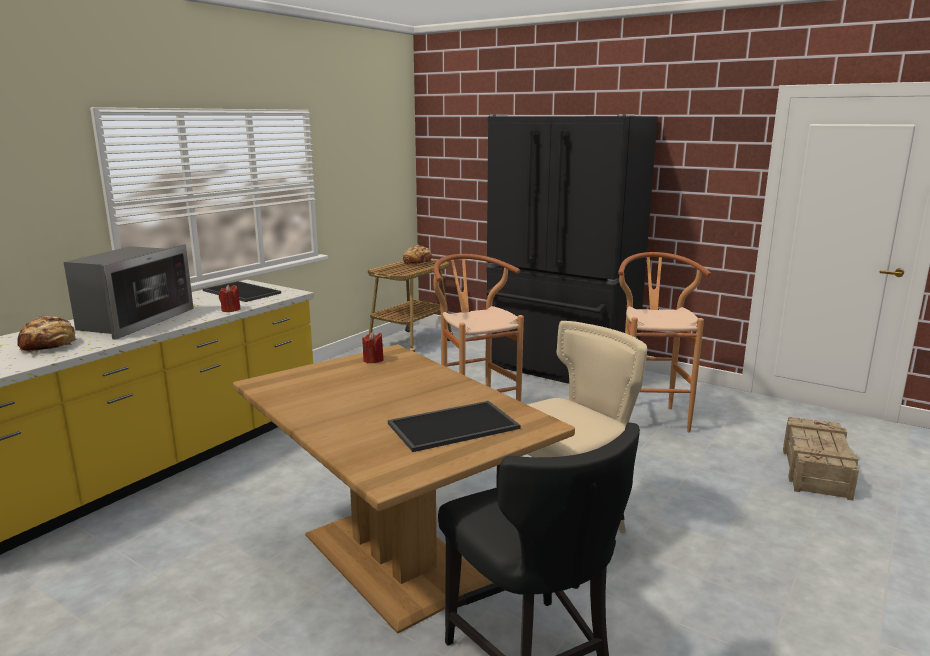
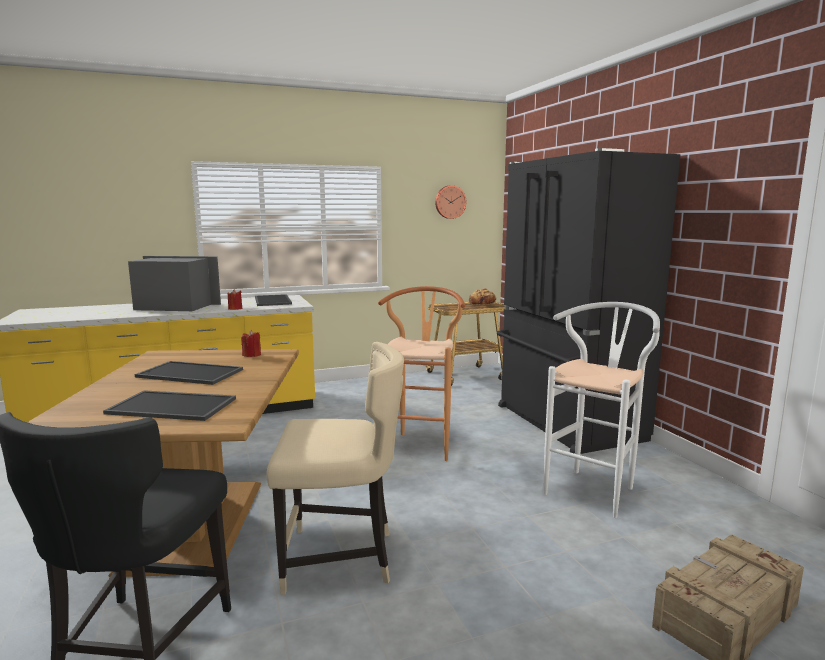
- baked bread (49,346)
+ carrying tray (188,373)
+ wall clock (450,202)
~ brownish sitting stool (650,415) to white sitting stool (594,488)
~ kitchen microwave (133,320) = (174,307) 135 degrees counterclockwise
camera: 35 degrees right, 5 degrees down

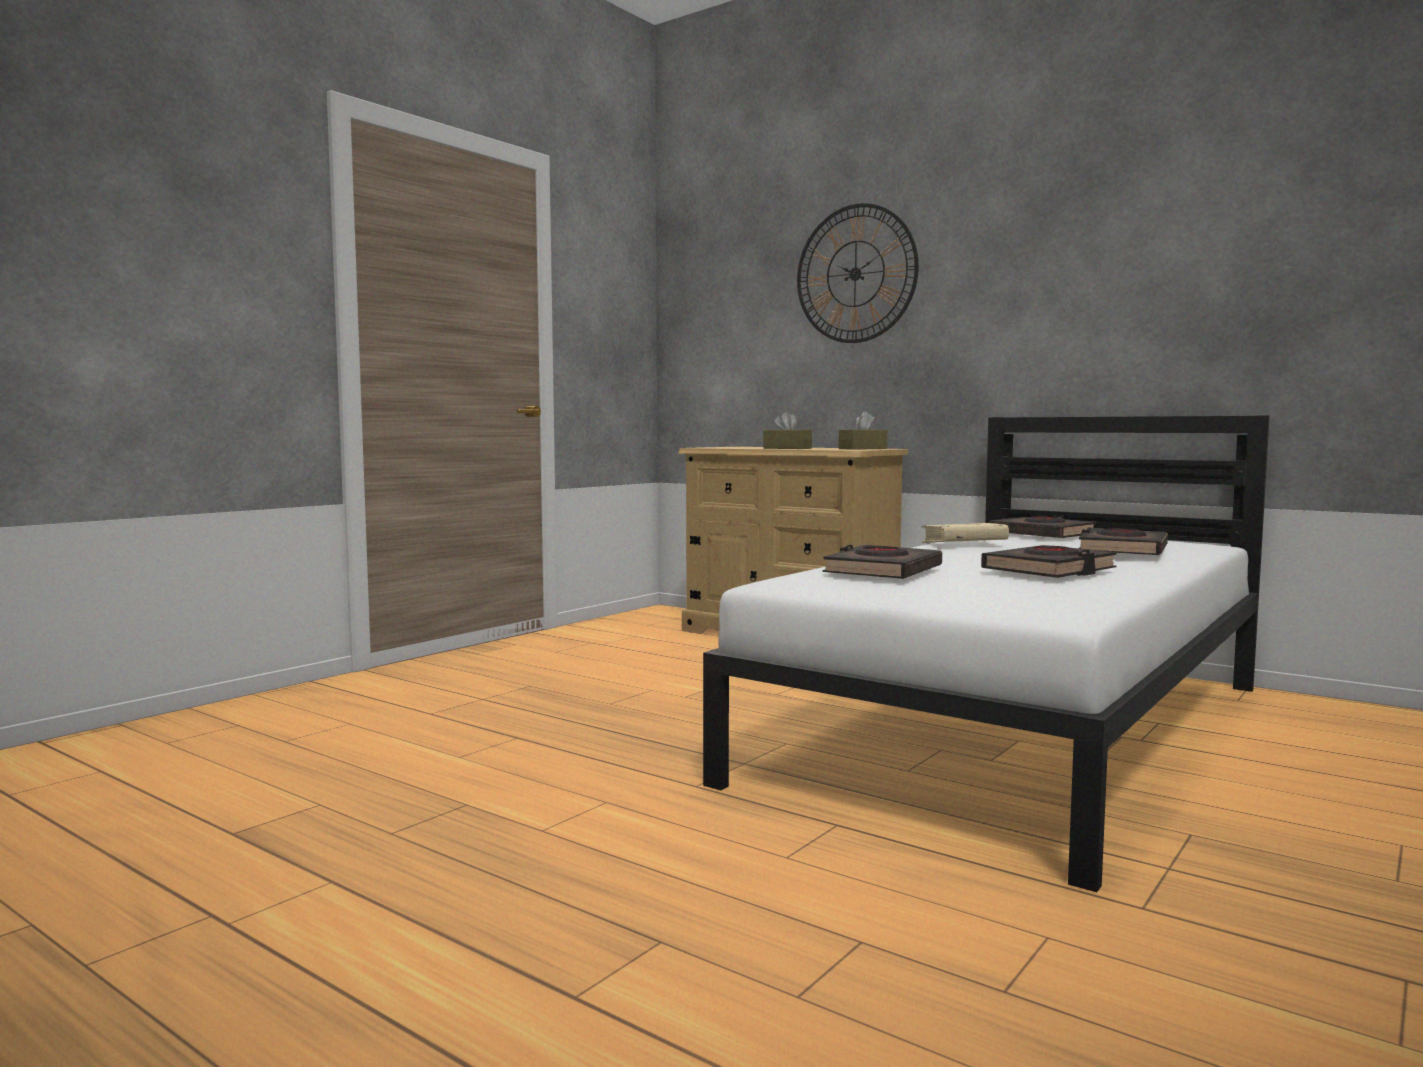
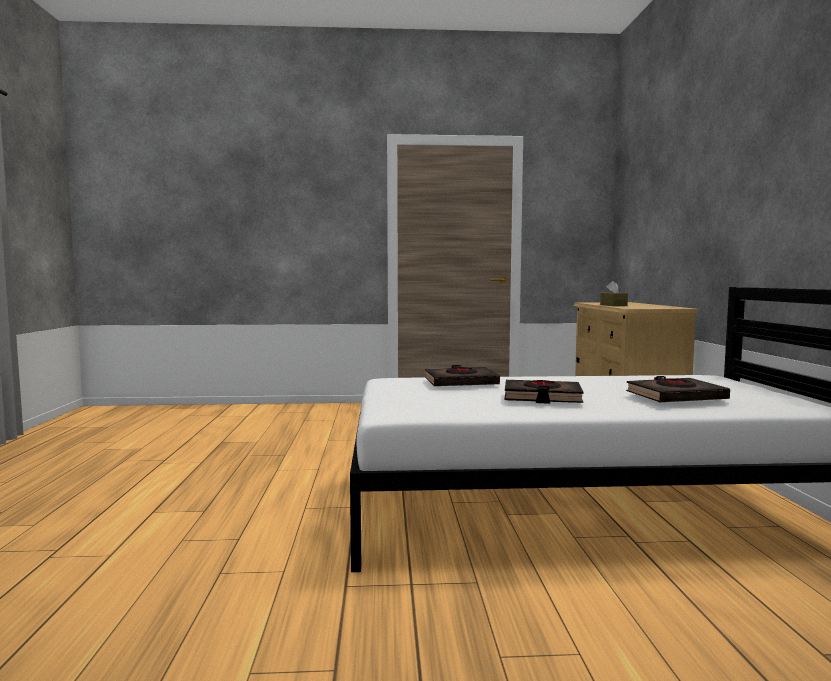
- wall clock (855,274)
- brownish box of tissues (862,449)
- beige bound book (964,544)
- blackish bound book (1042,534)
camera: 50 degrees right, 0 degrees up

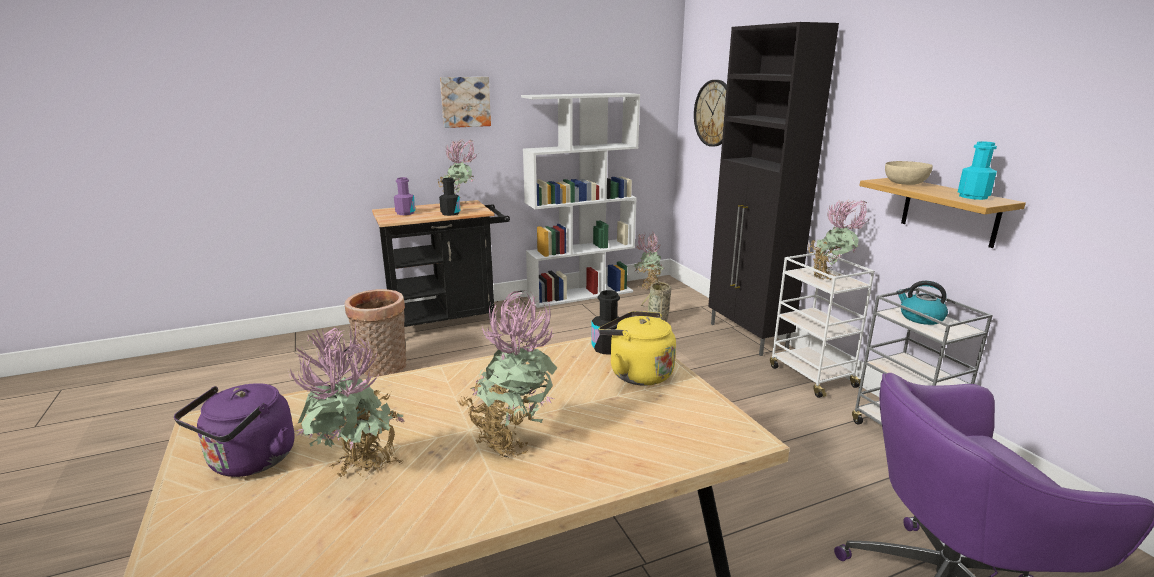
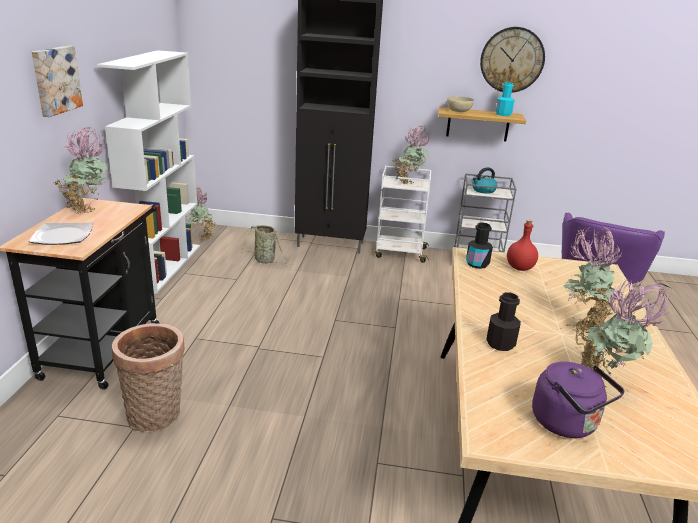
~ blackish bottle (450,213) to (500,343)
~ wall clock (714,113) to (512,60)
~ purple bottle (405,213) to flat dish (62,236)
~ yellowish water kettle (637,373) to reddish bottle (519,268)
camera: 60 degrees left, 5 degrees up

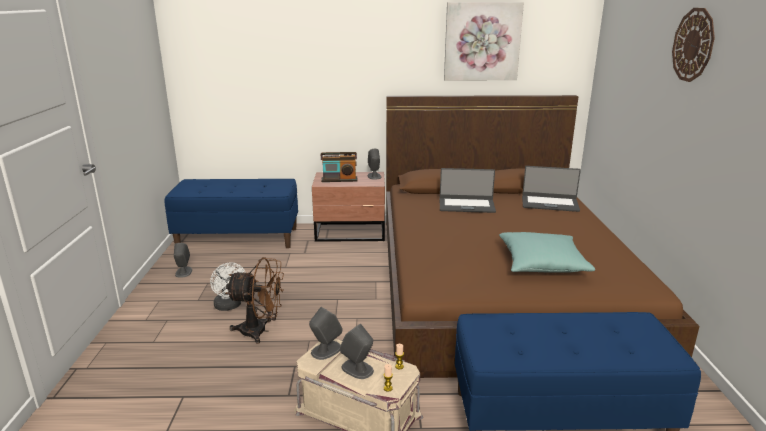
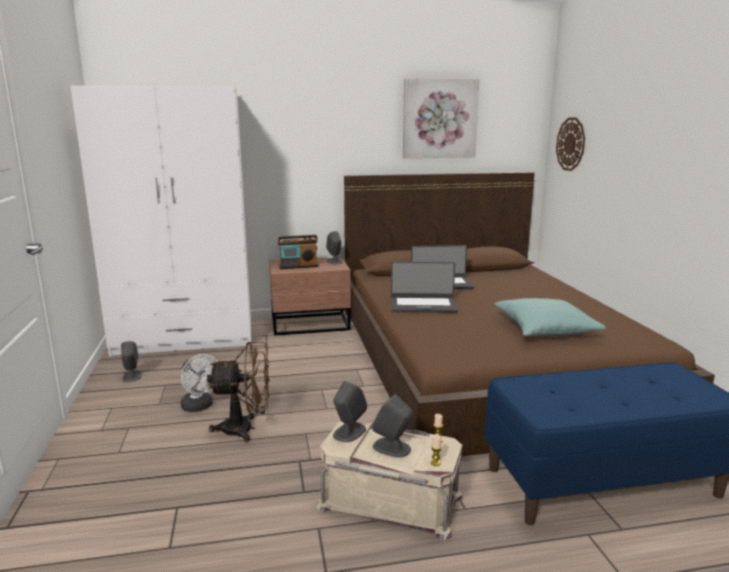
~ portable computer (549,203) to (423,305)
~ wall clock (693,45) to (571,144)
~ blue bench (239,238) to white clothes cupboard (186,337)
camera: 10 degrees left, 5 degrees down

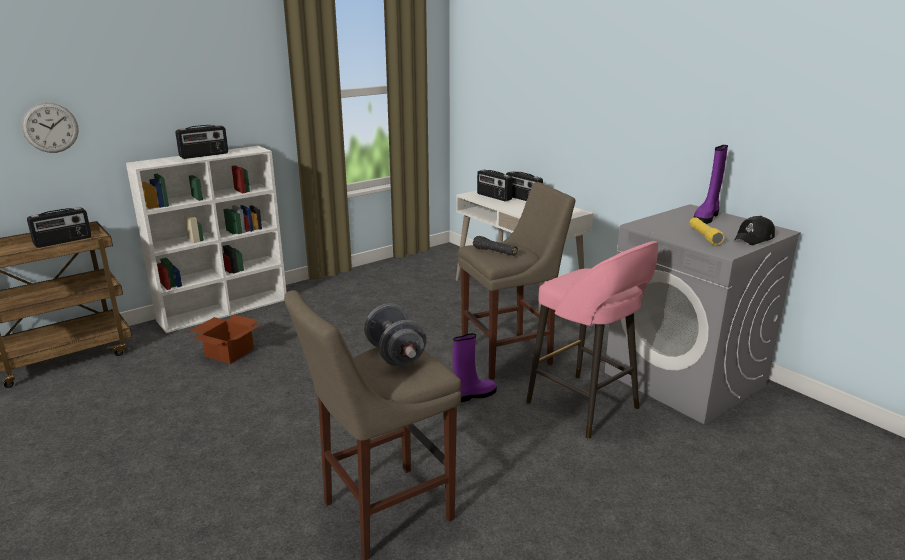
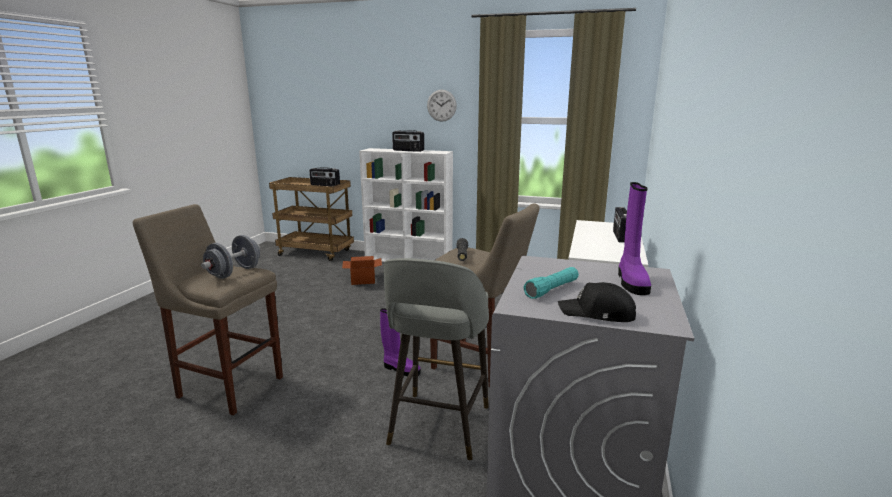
- radio set (493,197)
~ wall clock (50,127) to (441,105)
~ pink sitting stool (585,407) to grey sitting stool (438,427)
~ yellowish hand torch (704,236) to blue-green hand torch (552,290)
~ purple tall boot (706,217) = (631,282) 90 degrees counterclockwise
camera: 55 degrees right, 5 degrees down

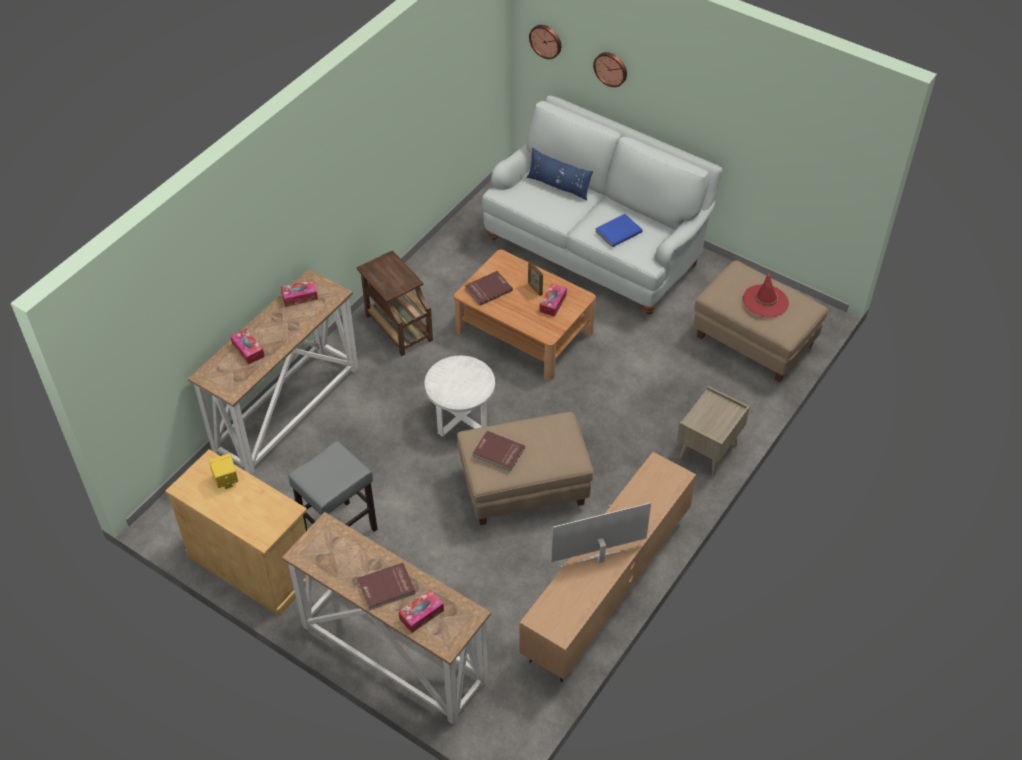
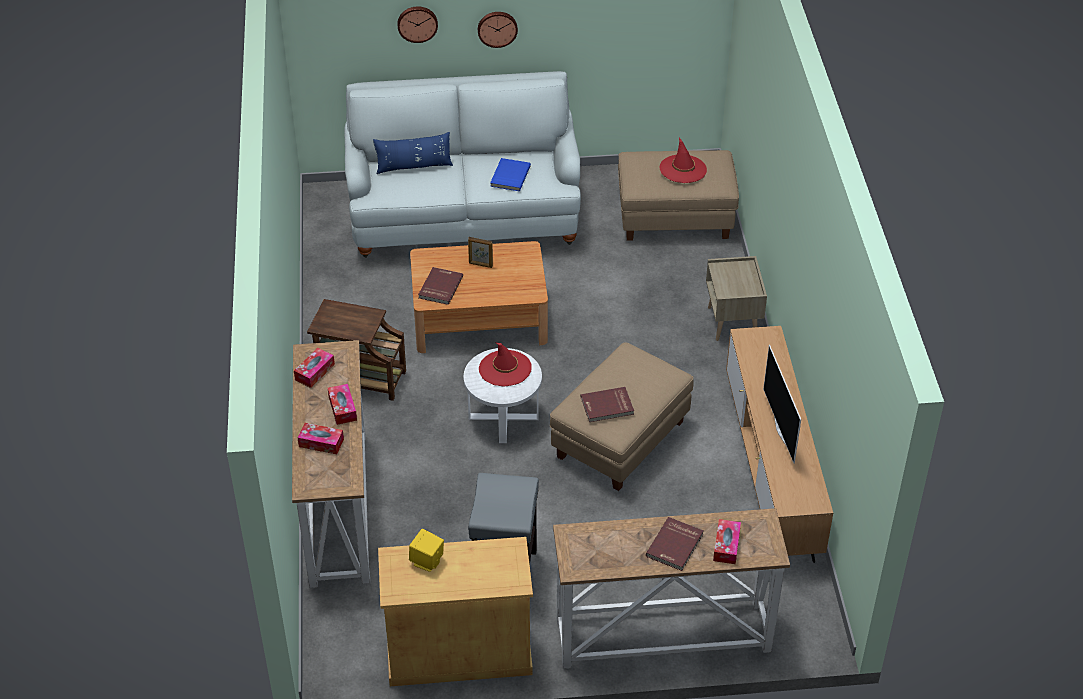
+ reddish hat (505,368)
~ wall clock (546,40) to (497,28)
~ box of tissues (553,303) to (342,408)
~ television (600,558) = (782,431) 45 degrees counterclockwise
camera: 40 degrees left, 5 degrees down

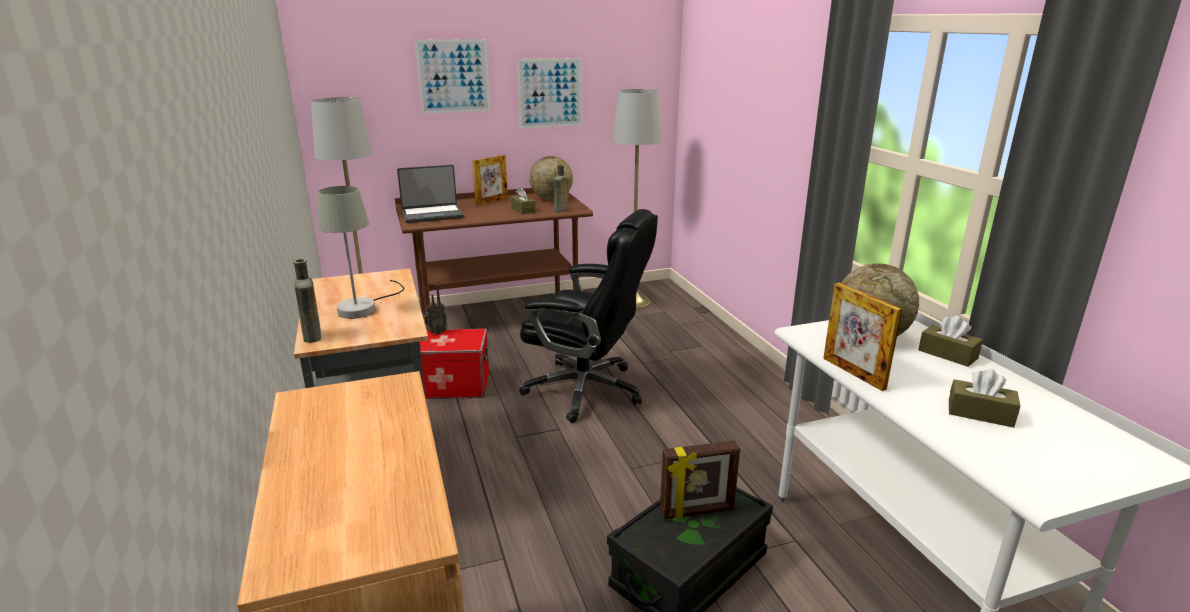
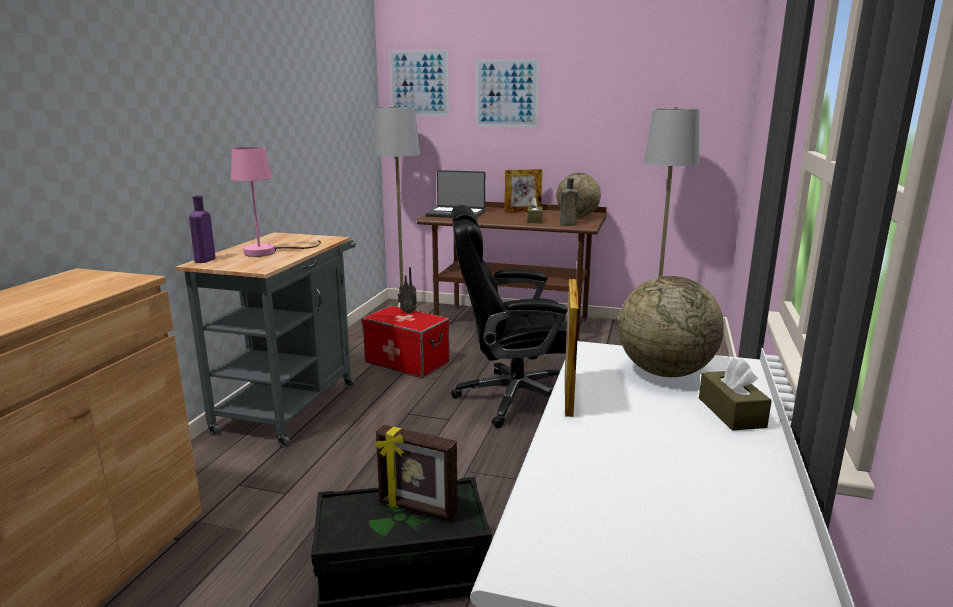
- brownish box of tissues (980,413)
~ picture (550,93) to (419,83)
~ brownish bottle (312,337) to purple bottle (204,260)
~ grey table lamp (364,307) to pink table lamp (269,251)
~ blackish desk chair (587,390) = (512,398) 120 degrees clockwise
camera: 35 degrees right, 5 degrees down

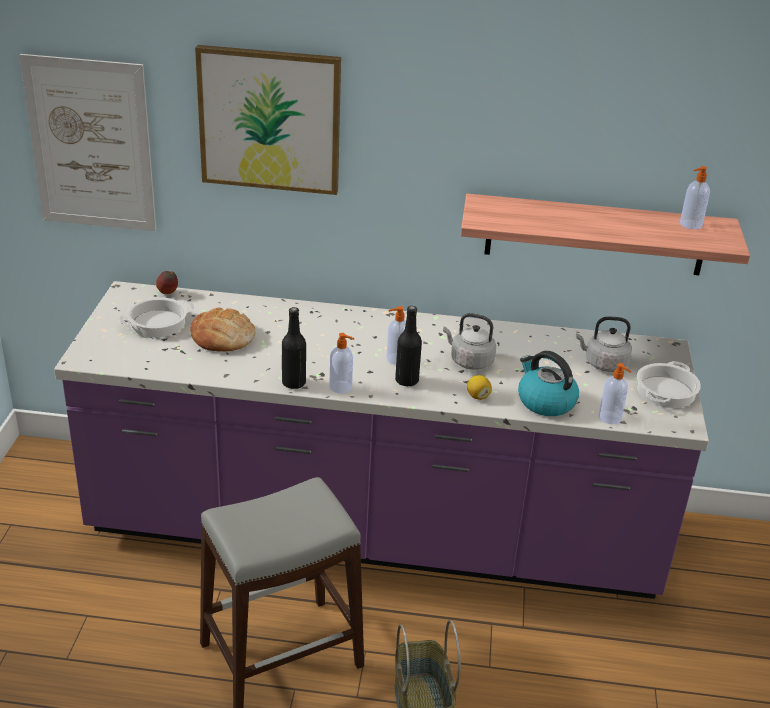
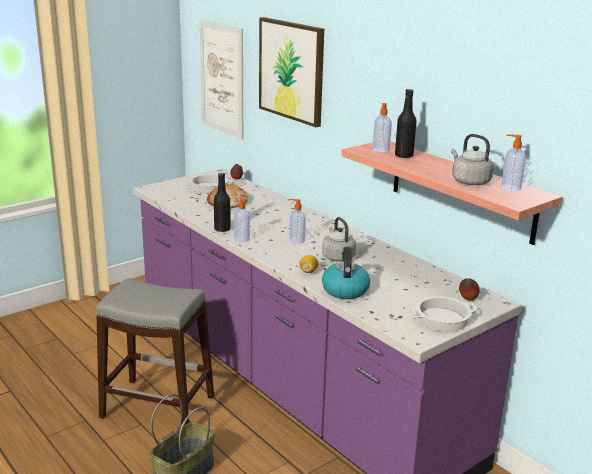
+ apple fruit (467,299)
~ blackish bottle (407,381) to (404,156)
~ grey water kettle (603,364) to (469,181)
~ soap bottle (610,418) to (381,150)
camera: 45 degrees right, 10 degrees down

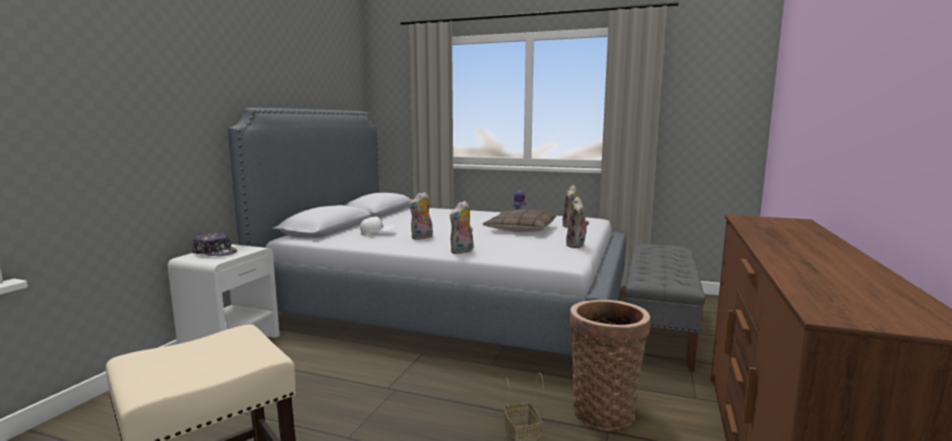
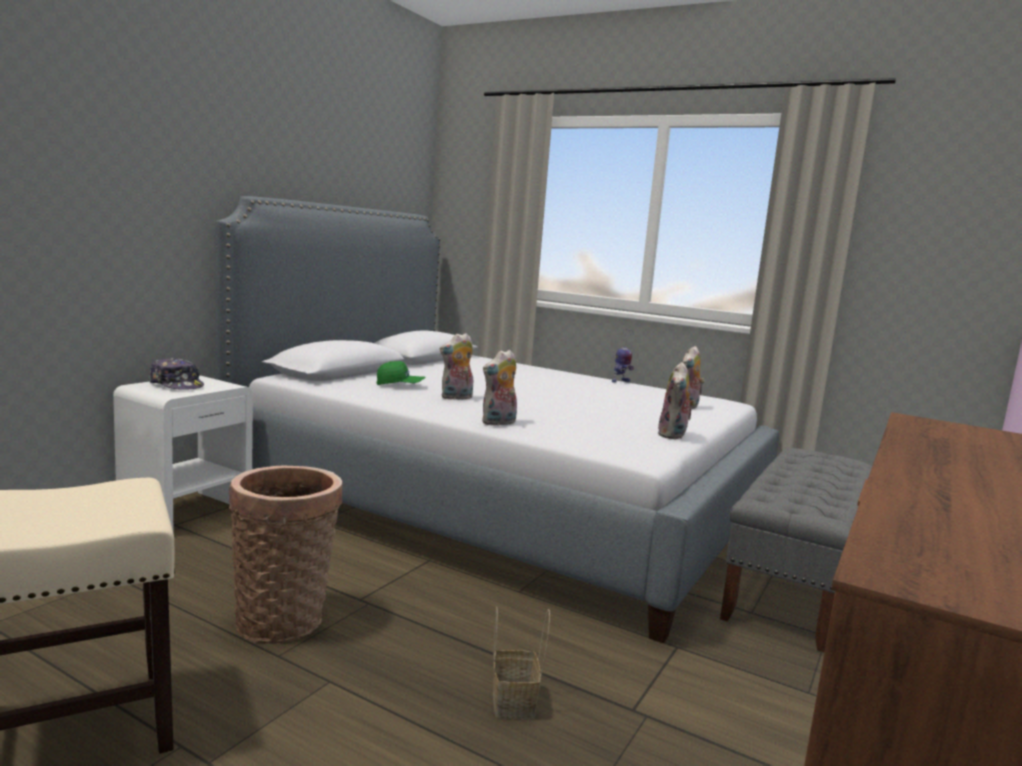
- pillow (520,229)
~ household basket (604,411) to (284,619)
~ white cap (377,233) to greenish cap (400,385)
camera: 10 degrees right, 0 degrees up

